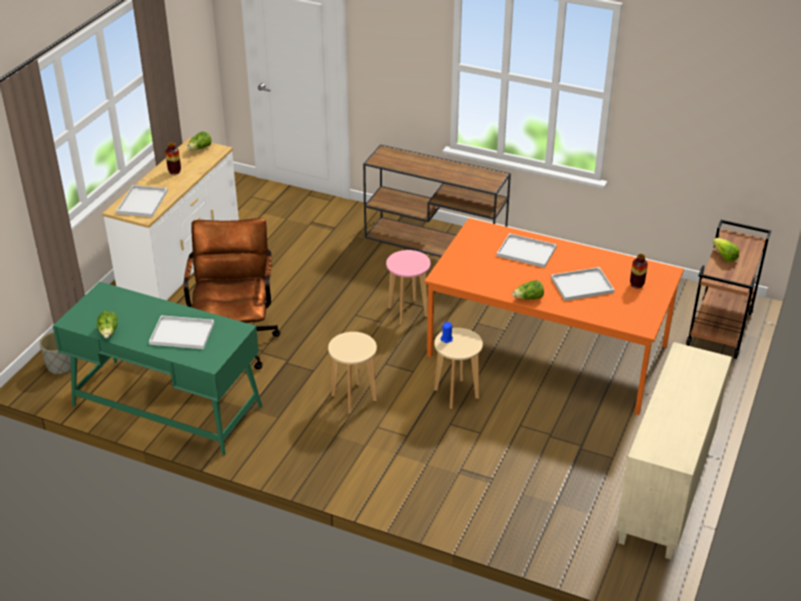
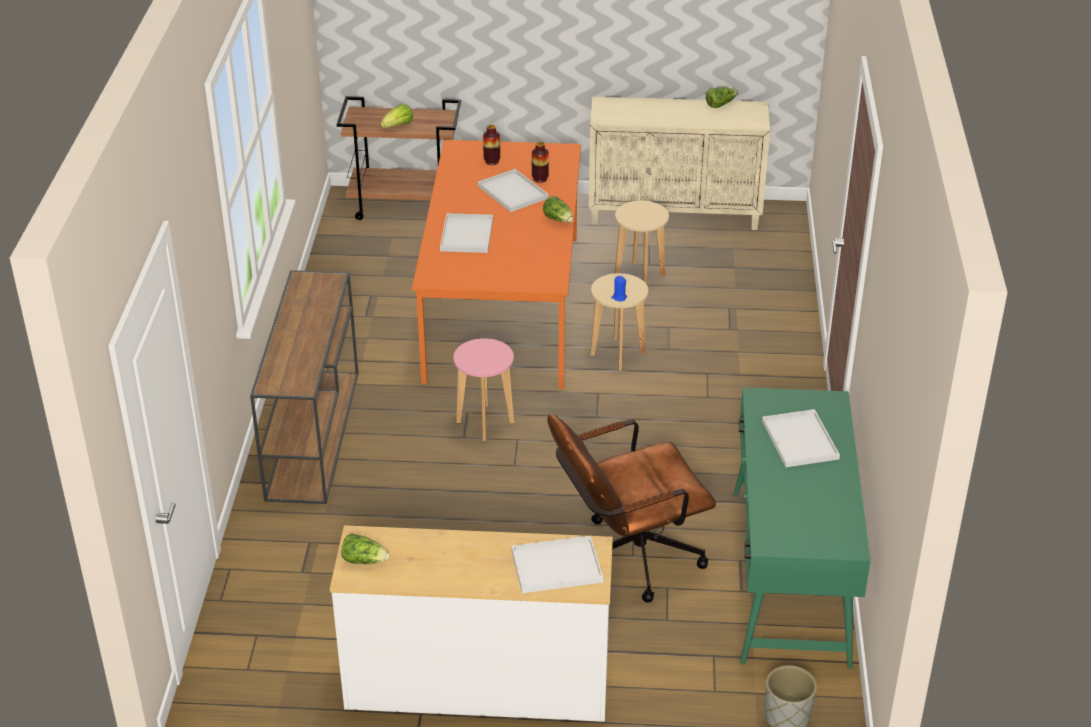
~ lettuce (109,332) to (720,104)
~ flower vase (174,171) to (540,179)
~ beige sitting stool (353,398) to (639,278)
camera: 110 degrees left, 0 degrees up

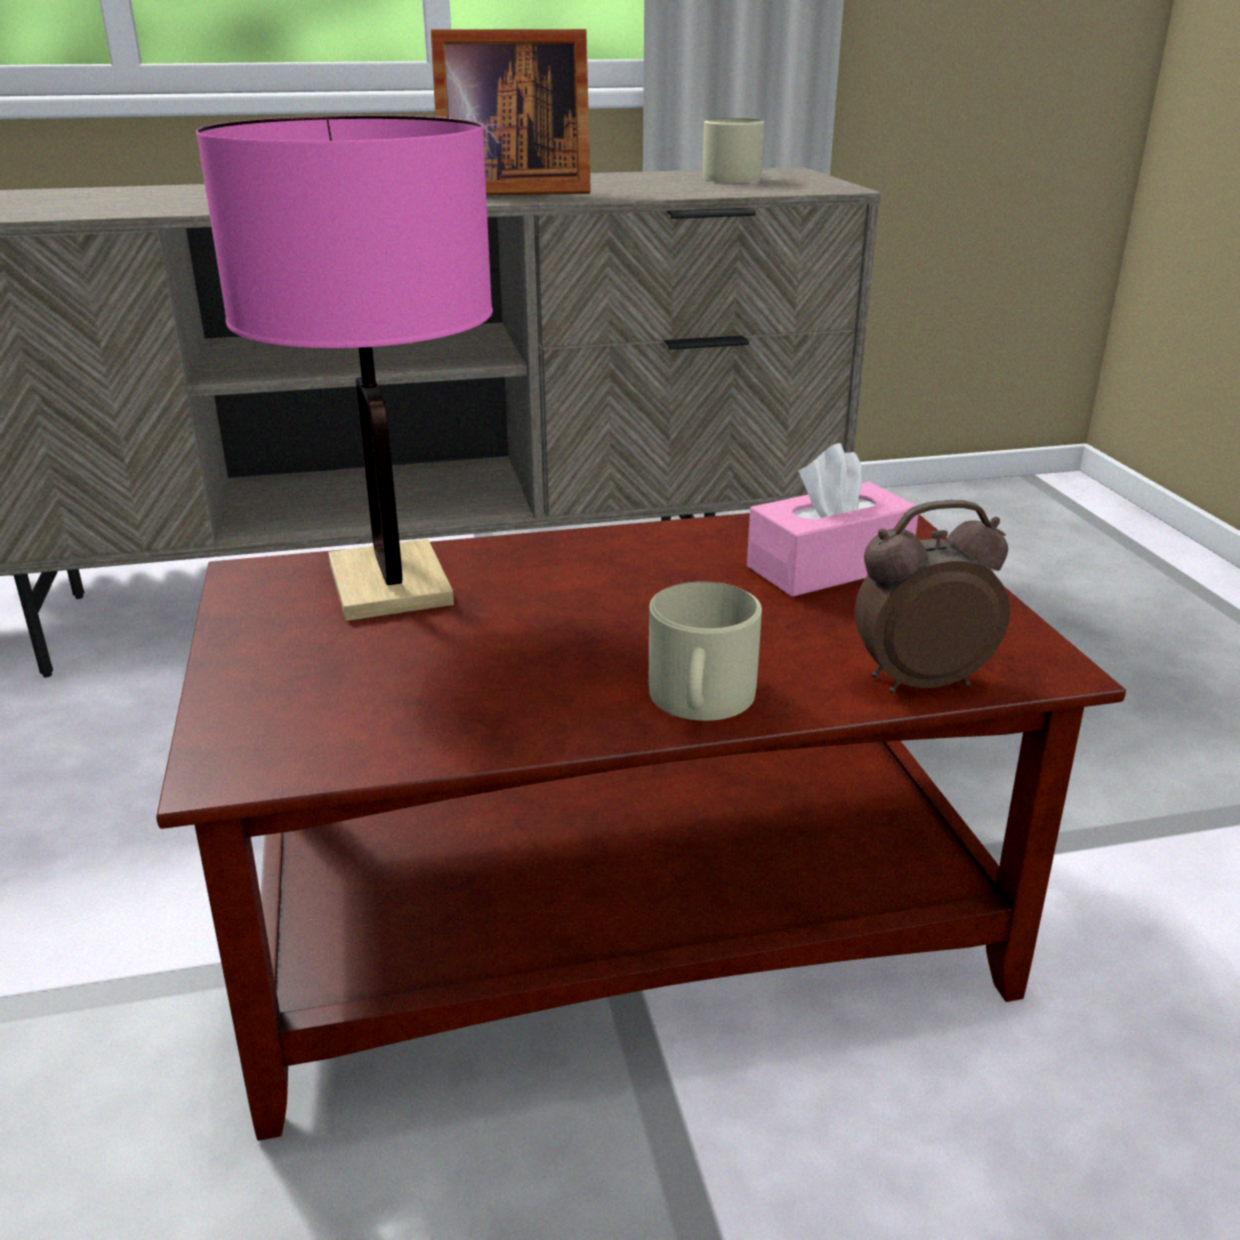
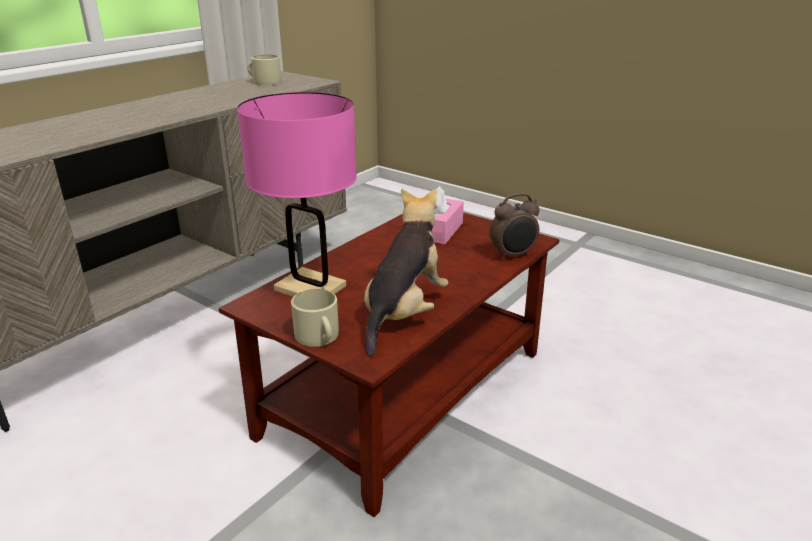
- picture frame (508,191)
+ soft toy (404,313)
~ beige tea mug (700,699) to (319,337)
~ table clock (918,681) = (513,255) 150 degrees counterclockwise
camera: 40 degrees left, 0 degrees up

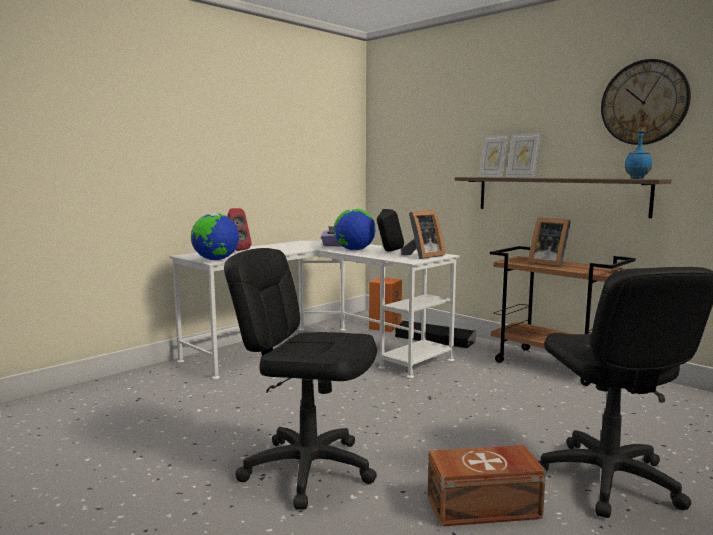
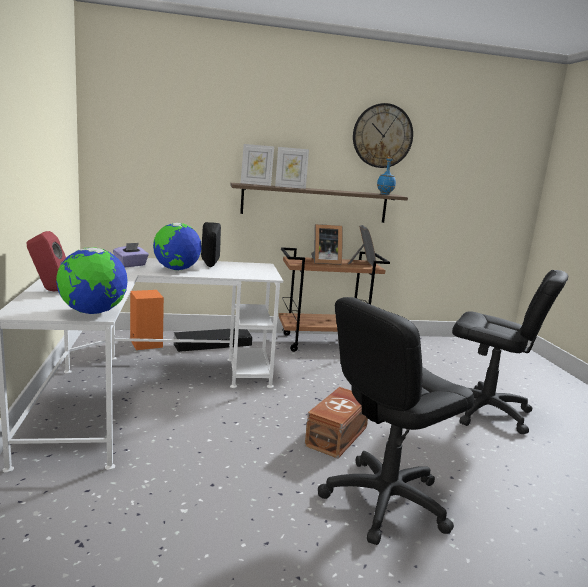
~ picture frame (422,256) to (362,263)
~ brownish storage container (485,508) to (338,436)
camera: 55 degrees left, 5 degrees up

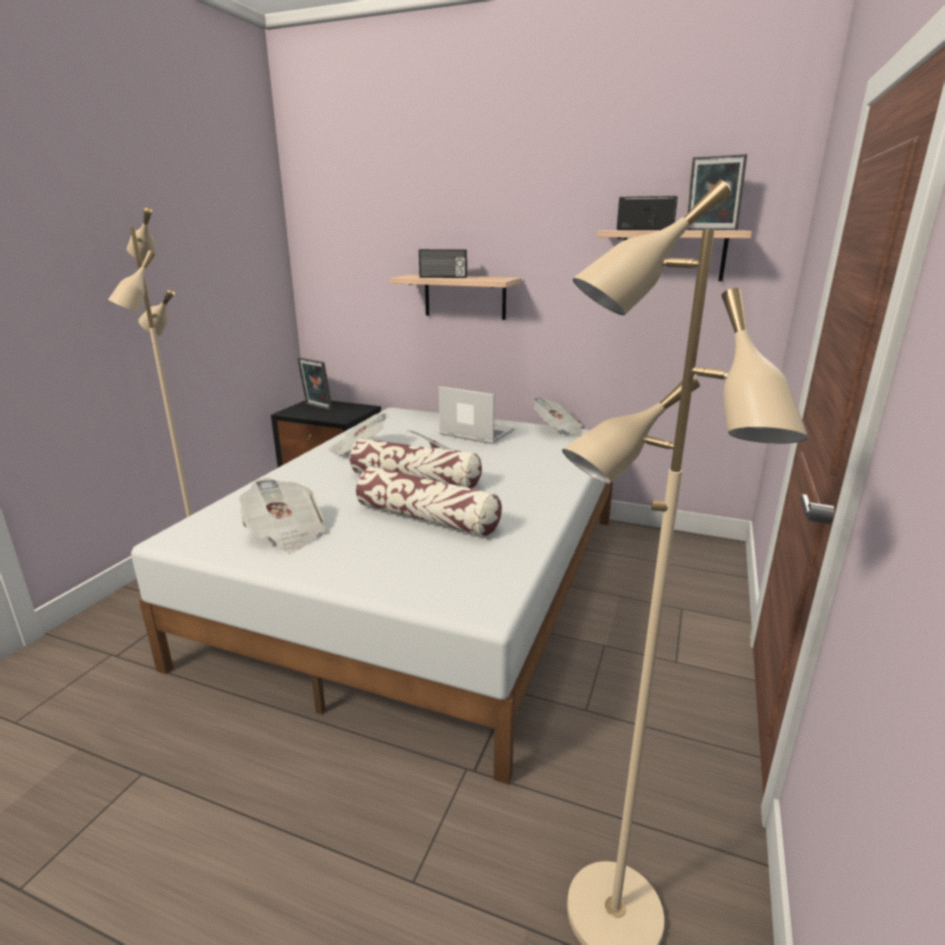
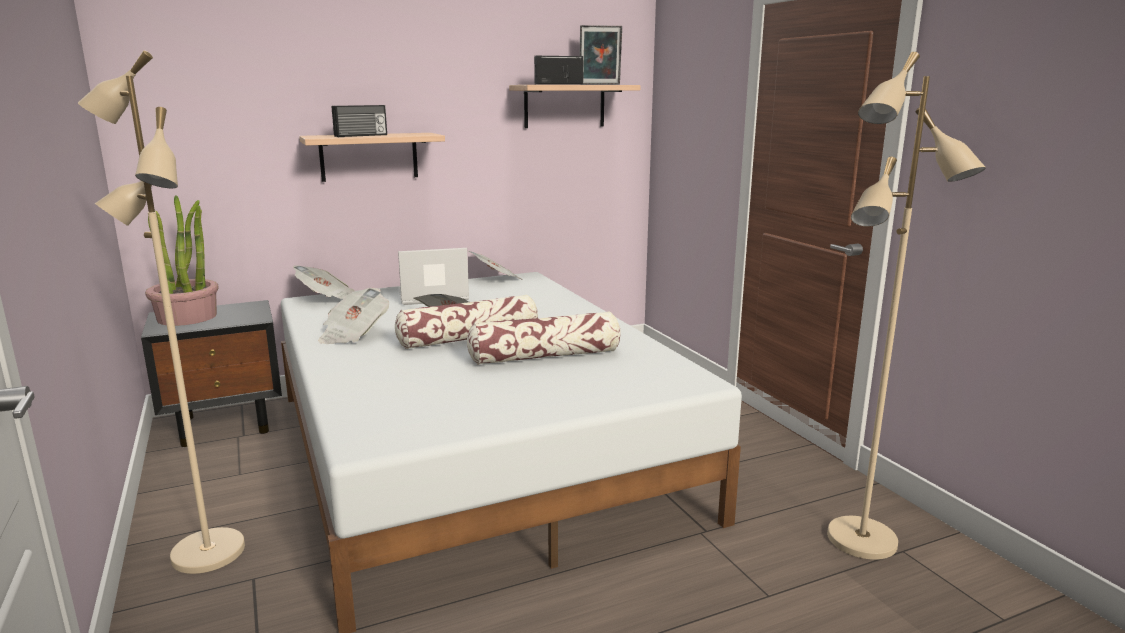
~ daily paper (285,534) to (327,299)
~ picture frame (317,407) to plant in a pot (187,317)
camera: 45 degrees left, 5 degrees down

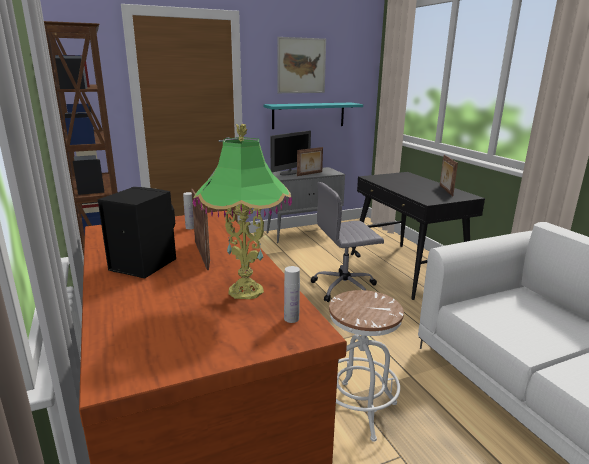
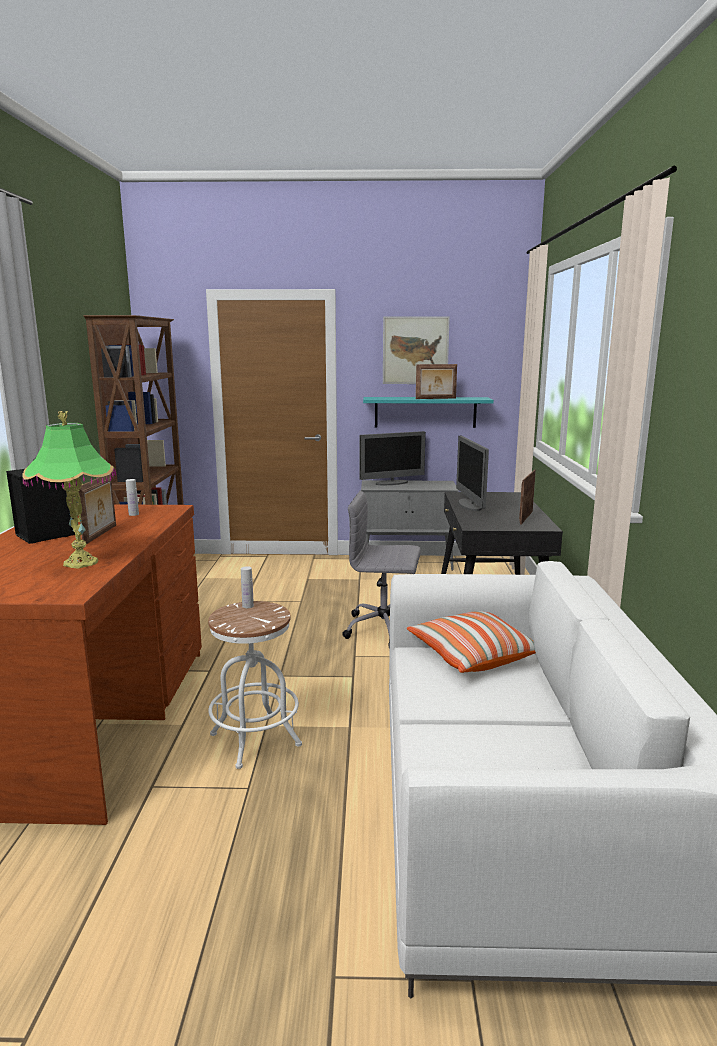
+ pillow (471,656)
+ computer display (470,505)
~ white bottle (291,318) to (248,606)
~ picture frame (310,174) to (436,398)
camera: 25 degrees right, 5 degrees down

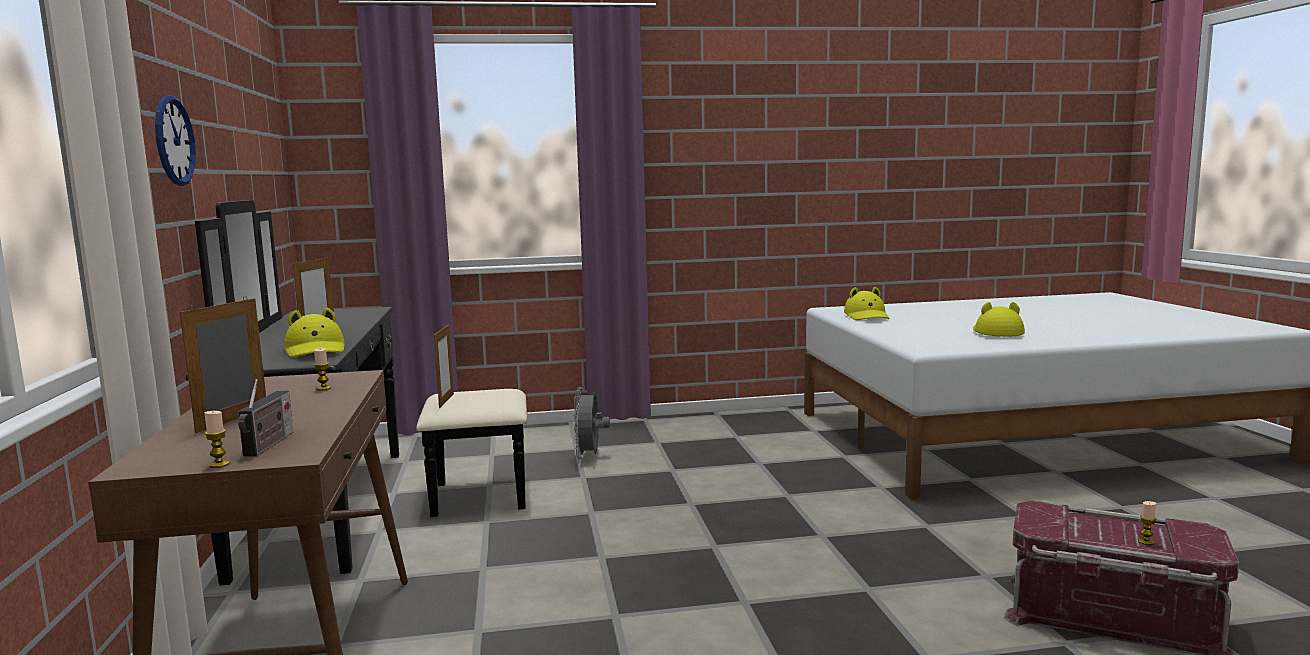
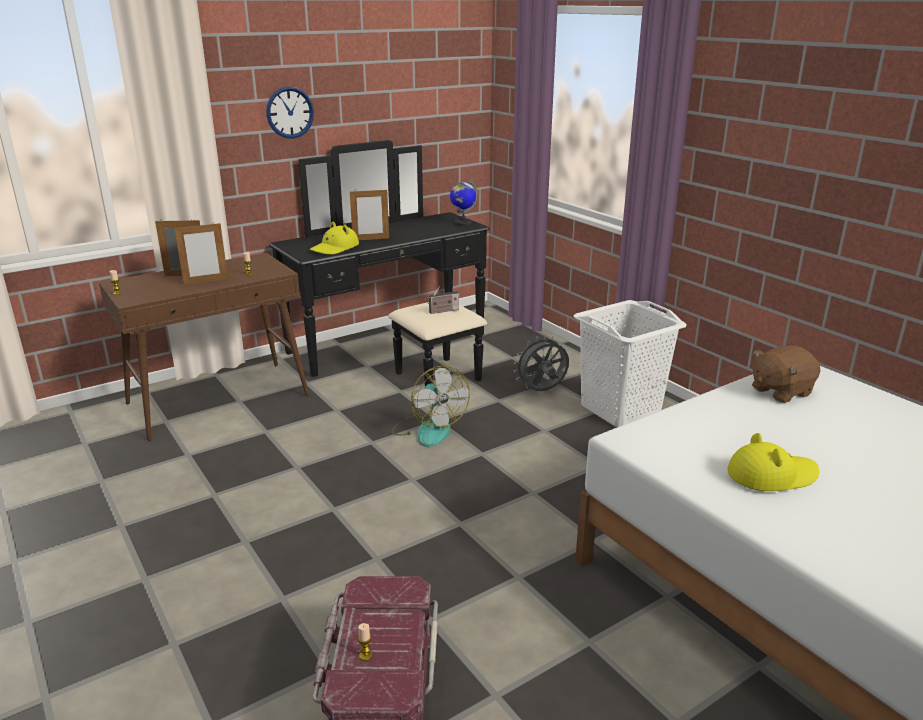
+ cooling fan (428,429)
+ world globe (463,223)
+ white laundry basket (621,409)
~ radio set (268,445) to (442,311)
~ picture frame (446,400) to (206,281)
~ yellowish hat (867,316) to brownish soft toy (780,391)
camera: 65 degrees right, 15 degrees up

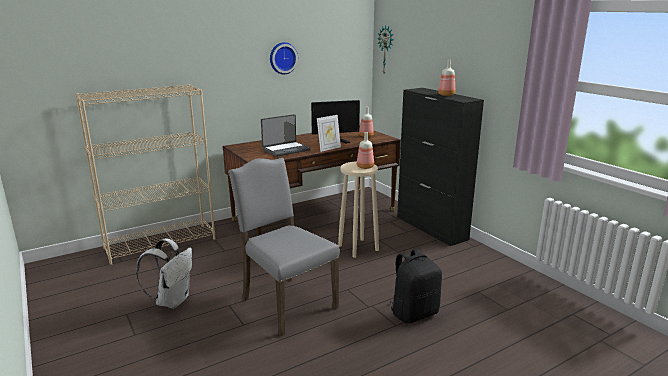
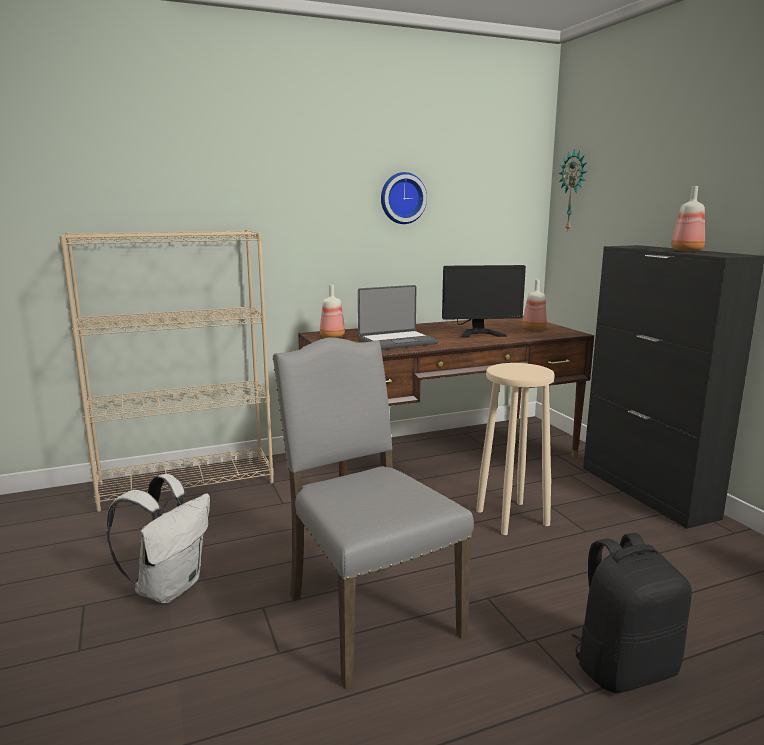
- picture frame (329,148)
~ bottle (365,167) to (332,336)
camera: 10 degrees right, 5 degrees down

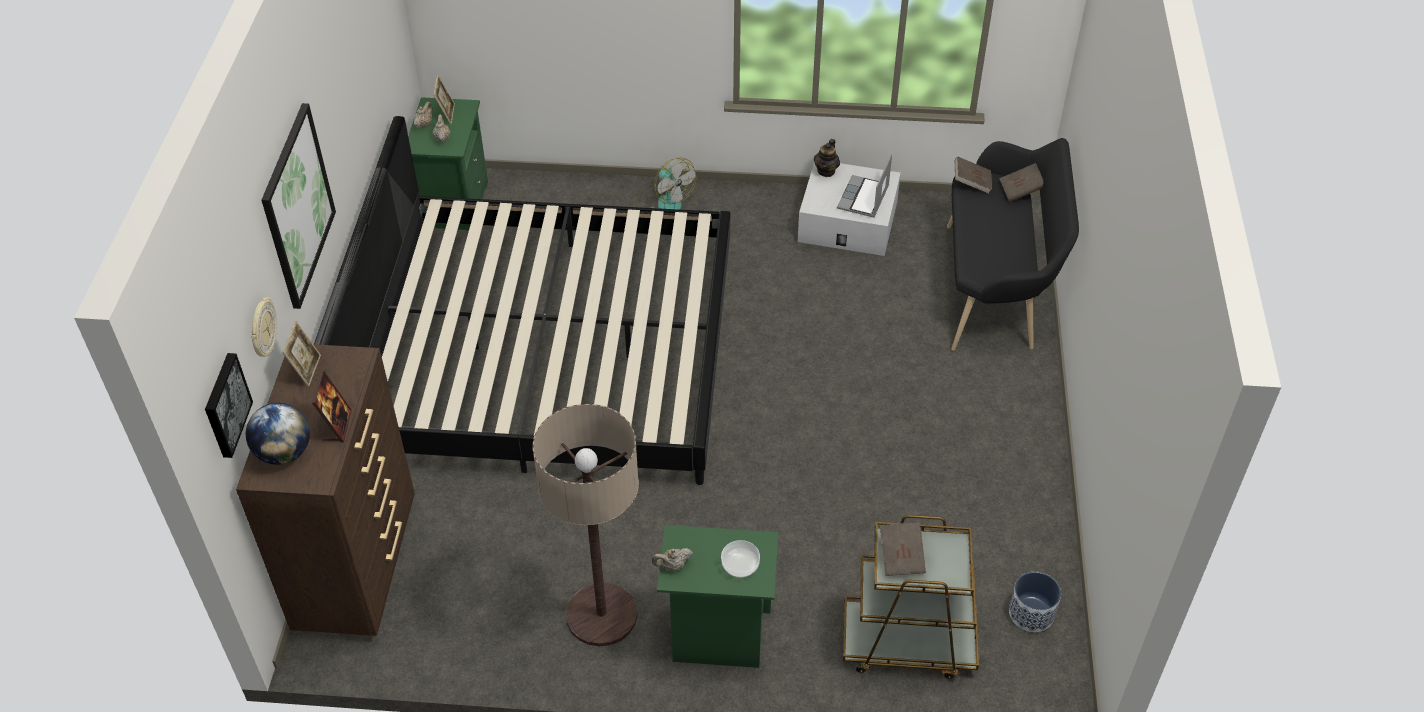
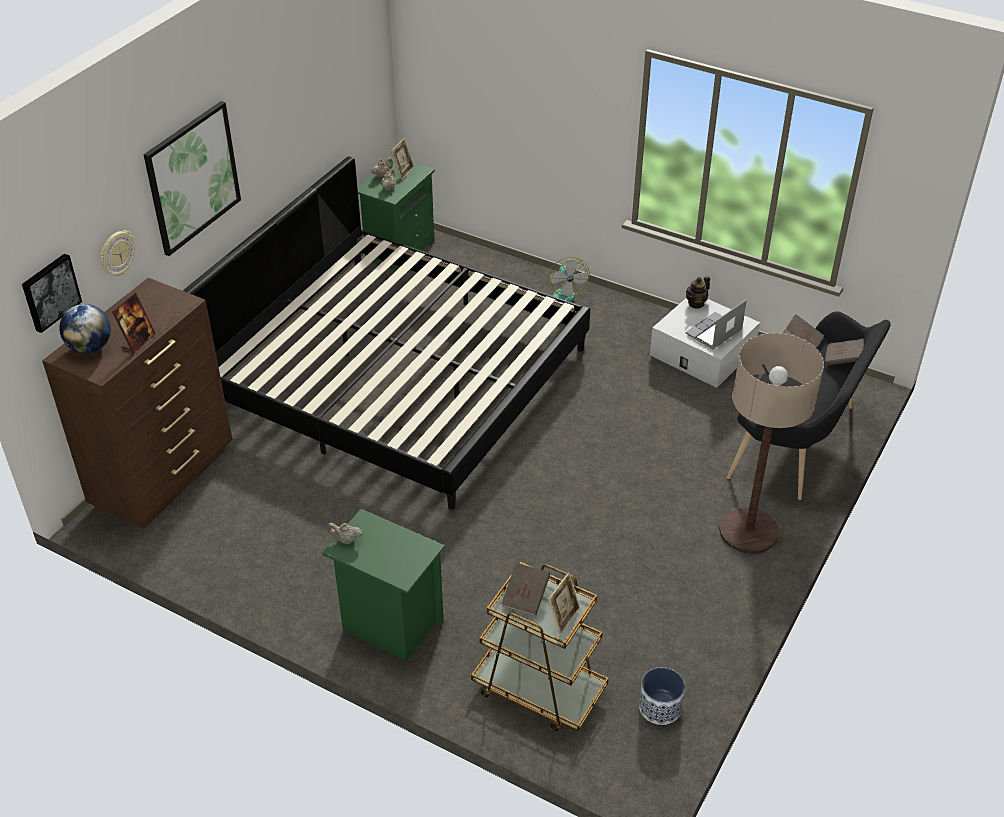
- serving bowl (740,566)
~ picture frame (307,370) to (563,617)
~ standard lamp (601,615) to (748,531)
camera: 25 degrees right, 5 degrees down

